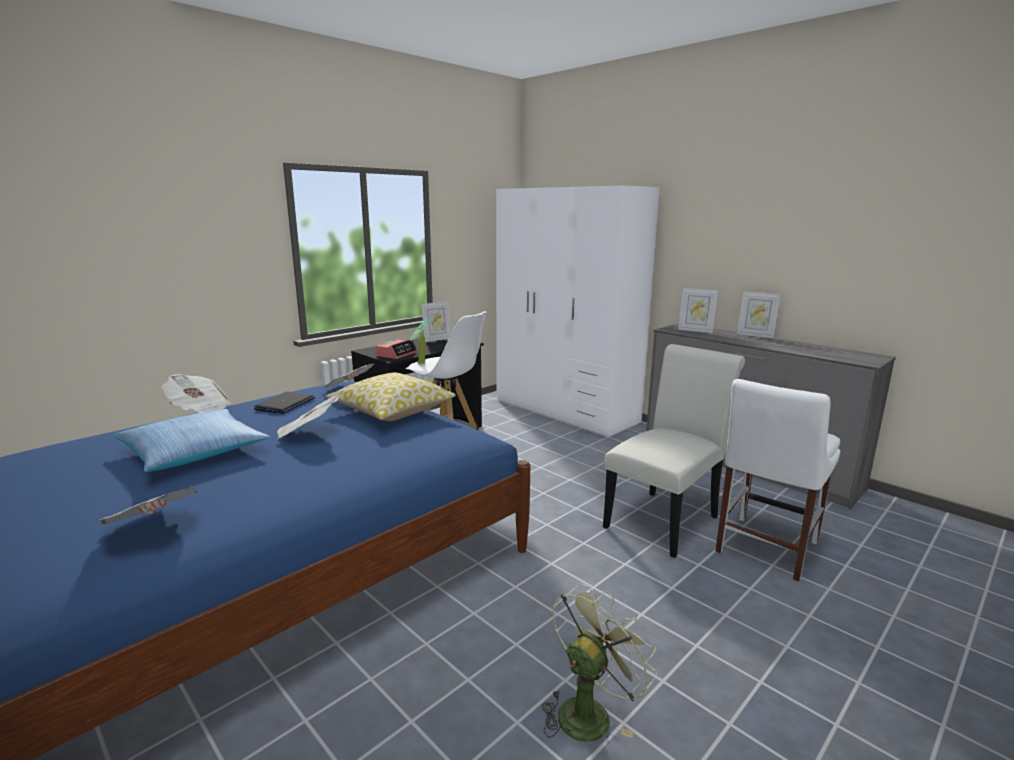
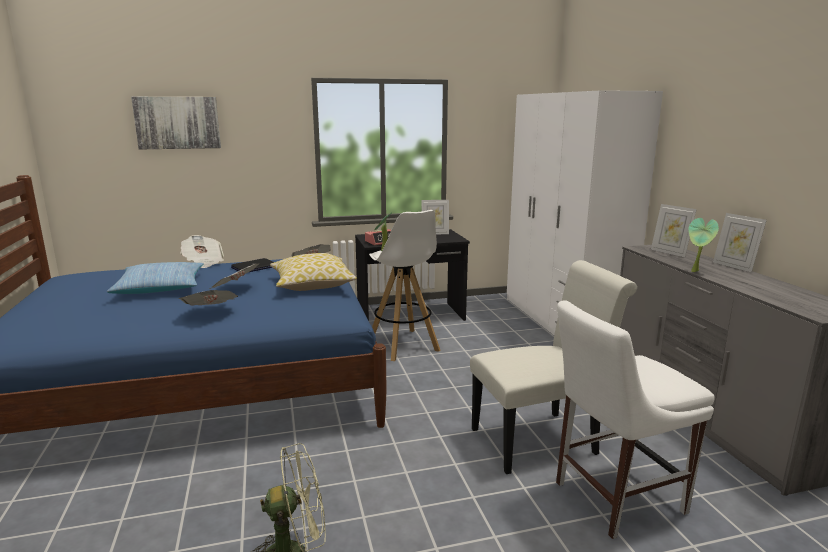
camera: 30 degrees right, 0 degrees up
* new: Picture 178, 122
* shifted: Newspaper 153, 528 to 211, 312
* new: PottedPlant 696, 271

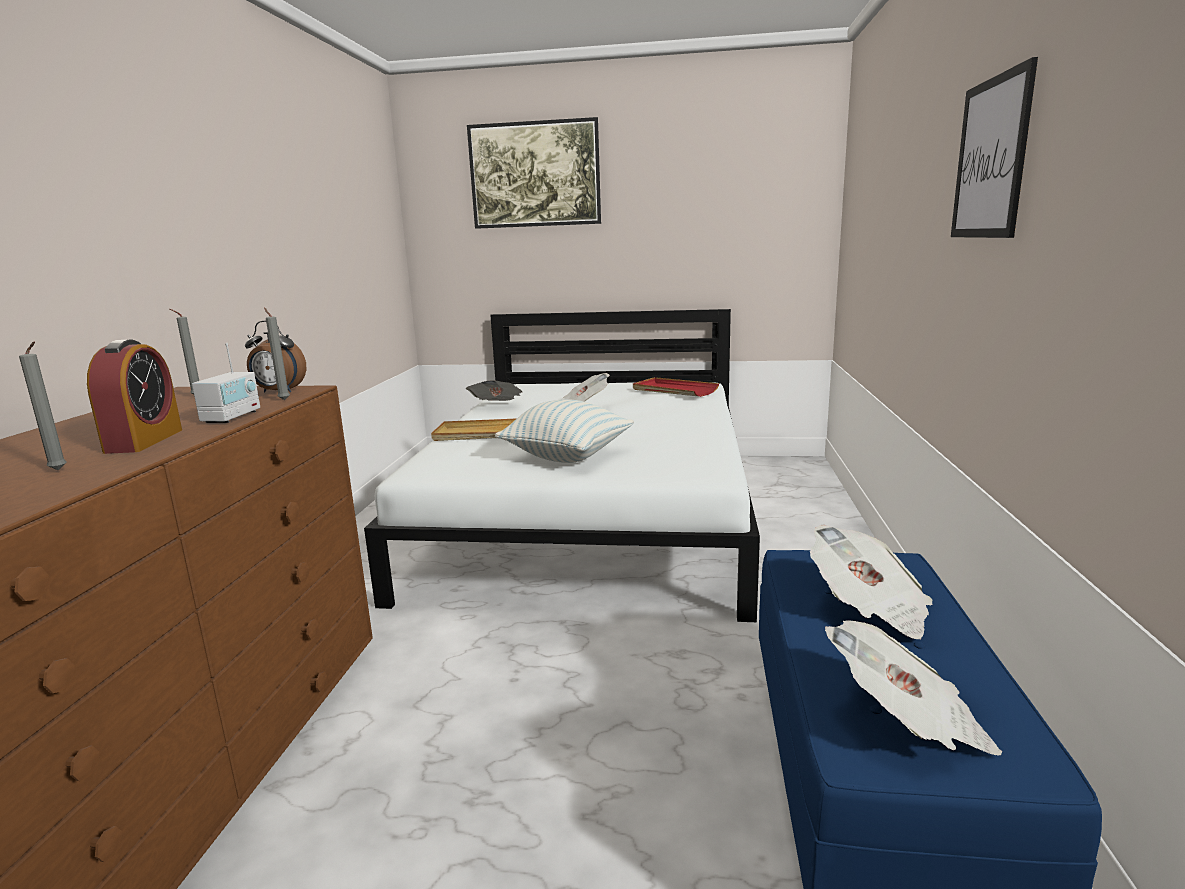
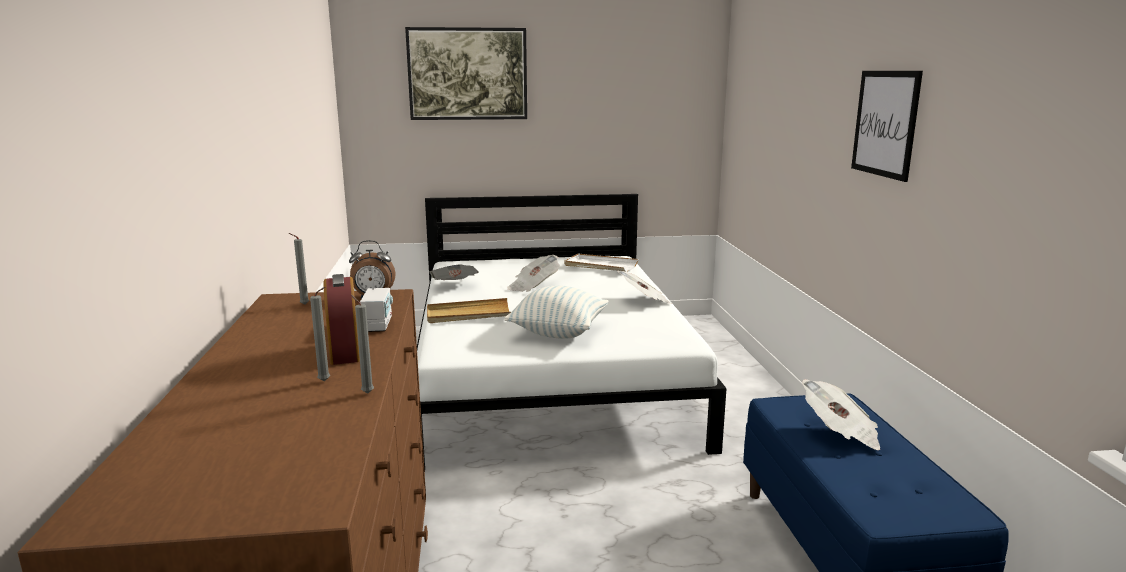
camera: 15 degrees left, 0 degrees up
* shifted: GreyCandle 283, 400 to 366, 393
* repainted: RedTray 674, 390 to WhiteTray 600, 265
* shifted: Newspaper 907, 722 to 644, 301

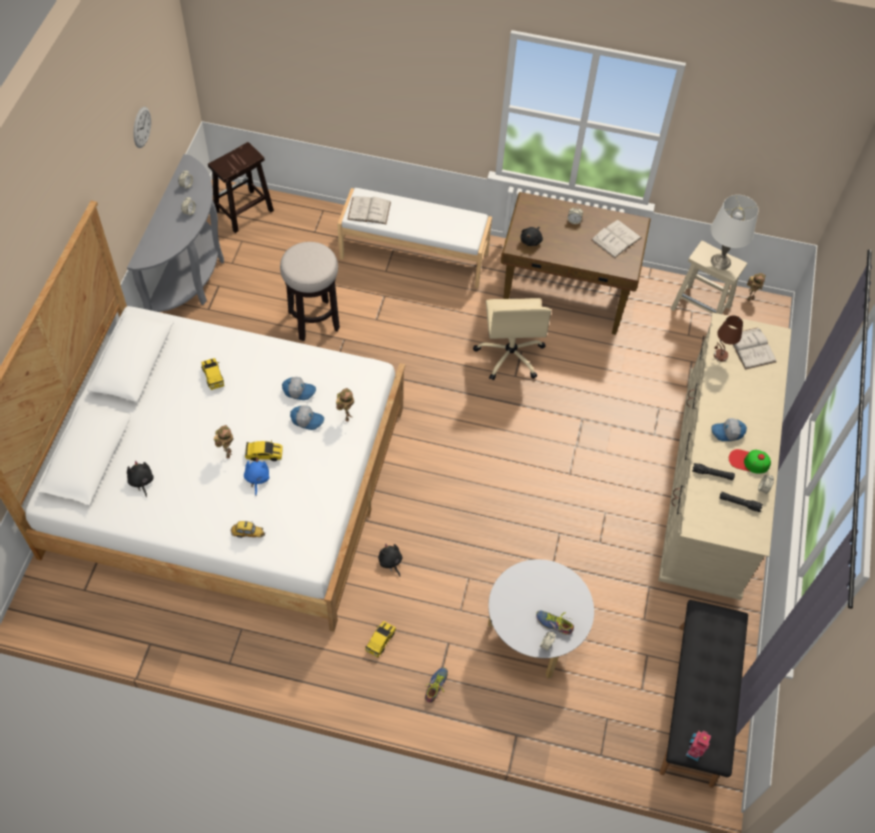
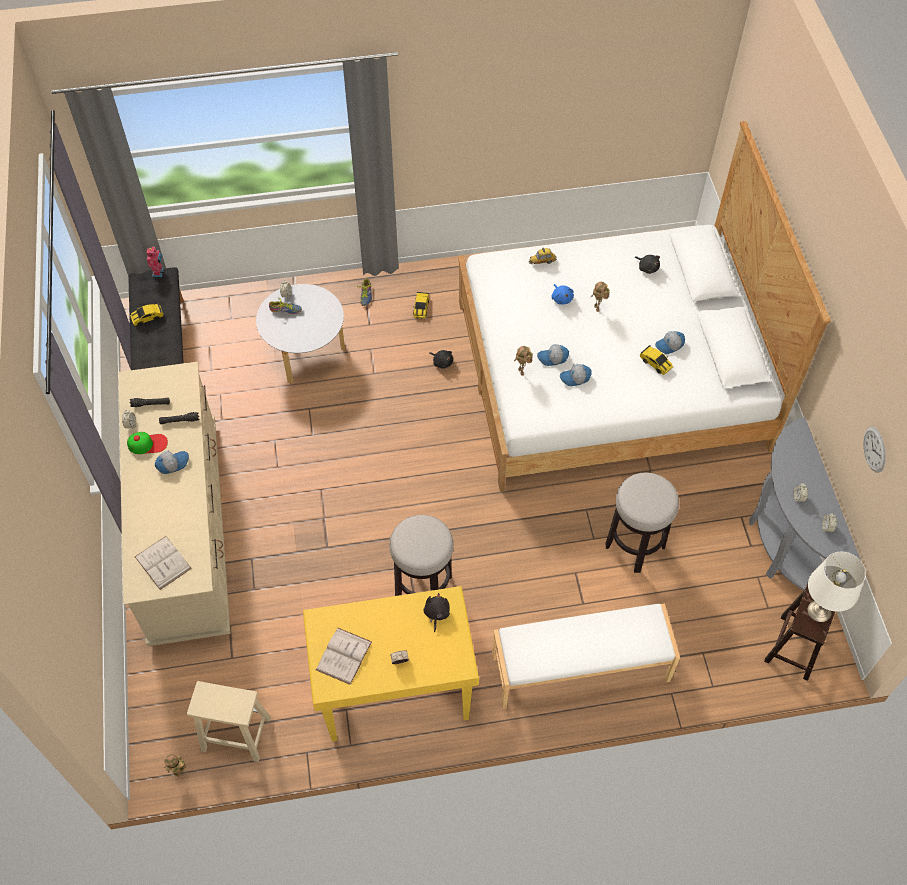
camera: 160 degrees right, 0 degrees up
* shifted: ToyCar 264, 454 to 147, 317
* repainted: BrownDesk 566, 295 to YellowDesk 393, 687
* swapped: BeigeOfficeChair 510, 355 to Stool 423, 587
* new: Cap 669, 345
* shifted: WhiteTableLamp 721, 261 to 819, 611
* gone: WhiteBook 369, 210
* gone: BrownTableLamp 720, 355

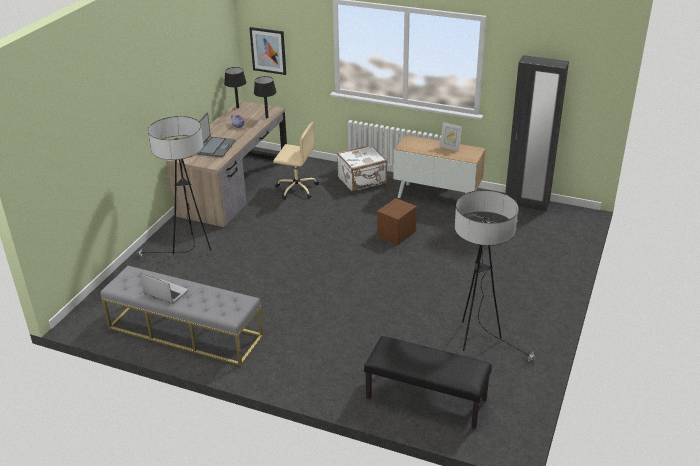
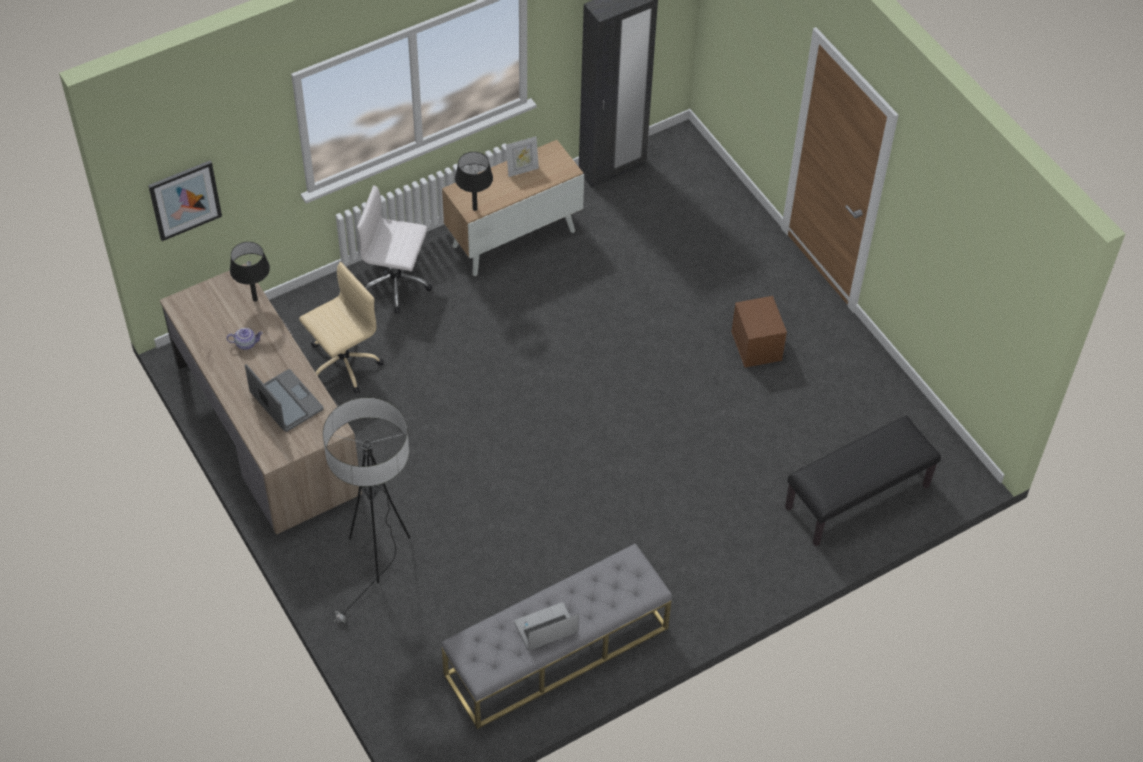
camera: 55 degrees left, 20 degrees up
* swapped: WhiteSuitcase 362, 181 to WhiteOfficeChair 397, 283
* shifted: BlackTableLamp 237, 107 to 475, 208
* shifted: BrownStorageBox 396, 234 to 757, 346
* gone: FloorLamp 478, 340

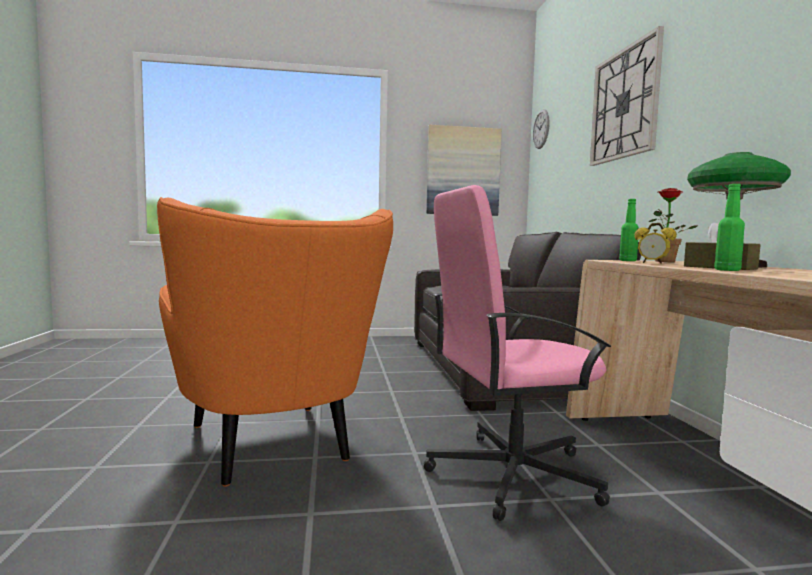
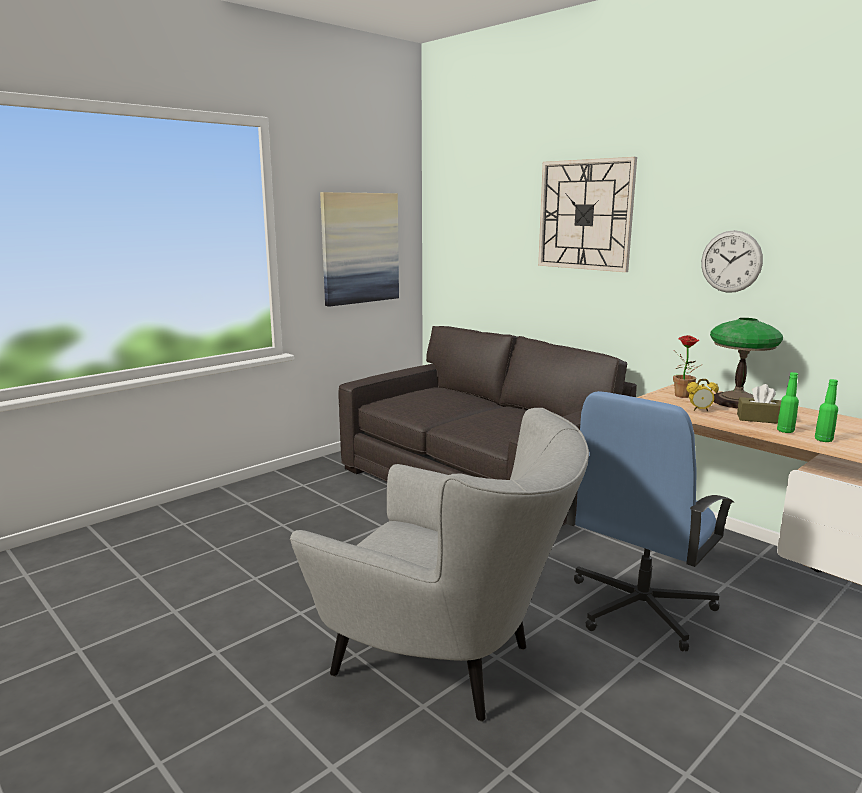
camera: 35 degrees left, 10 degrees up
* repainted: OrangeArmchair 274, 447 to GreyArmchair 447, 663
* repainted: PinkOfficeChair 510, 474 to BlueOfficeChair 639, 608
* shifted: WallClock 541, 129 to 731, 261
* shifted: GreenBottle 627, 261 to 823, 440

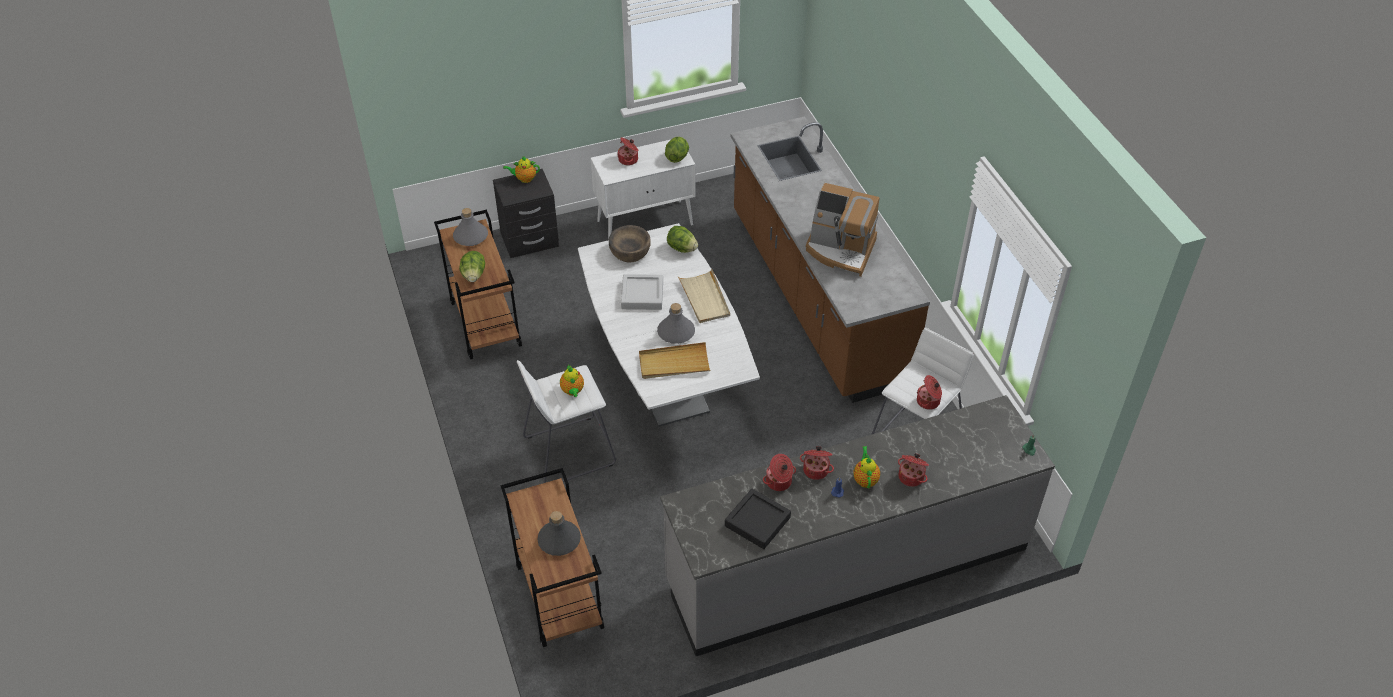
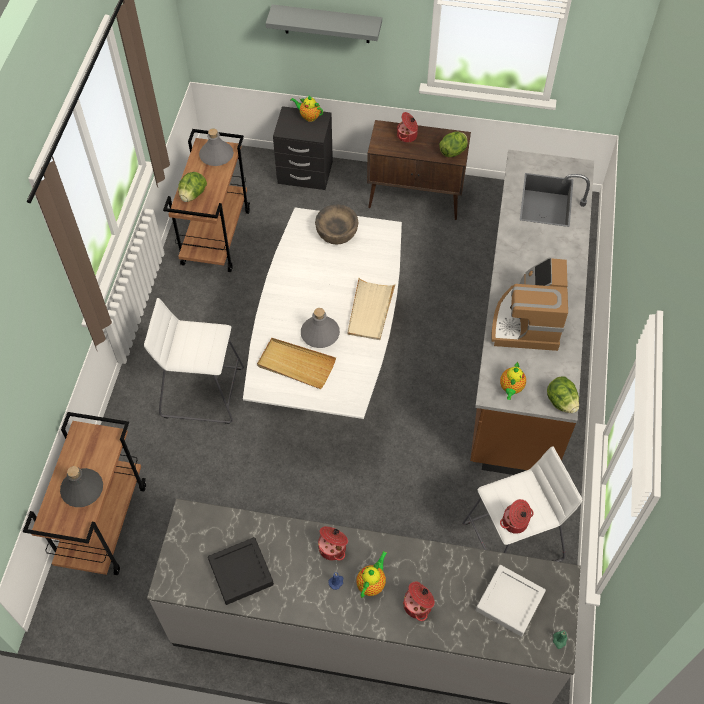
camera: 30 degrees right, 10 degrees up
* new: GreyShelf 327, 24
* repainted: WhiteCabinet 646, 223 to BrownCabinet 416, 199
* shifted: GreyTray 642, 295 to 509, 602
* rotated: CoffeeMachine 840, 250 = 526, 321 45 degrees clockwise
* shifted: Teapot 572, 391 to 511, 388
* shifted: Lettuce 682, 248 to 561, 402
* gone: CookingPot 779, 482

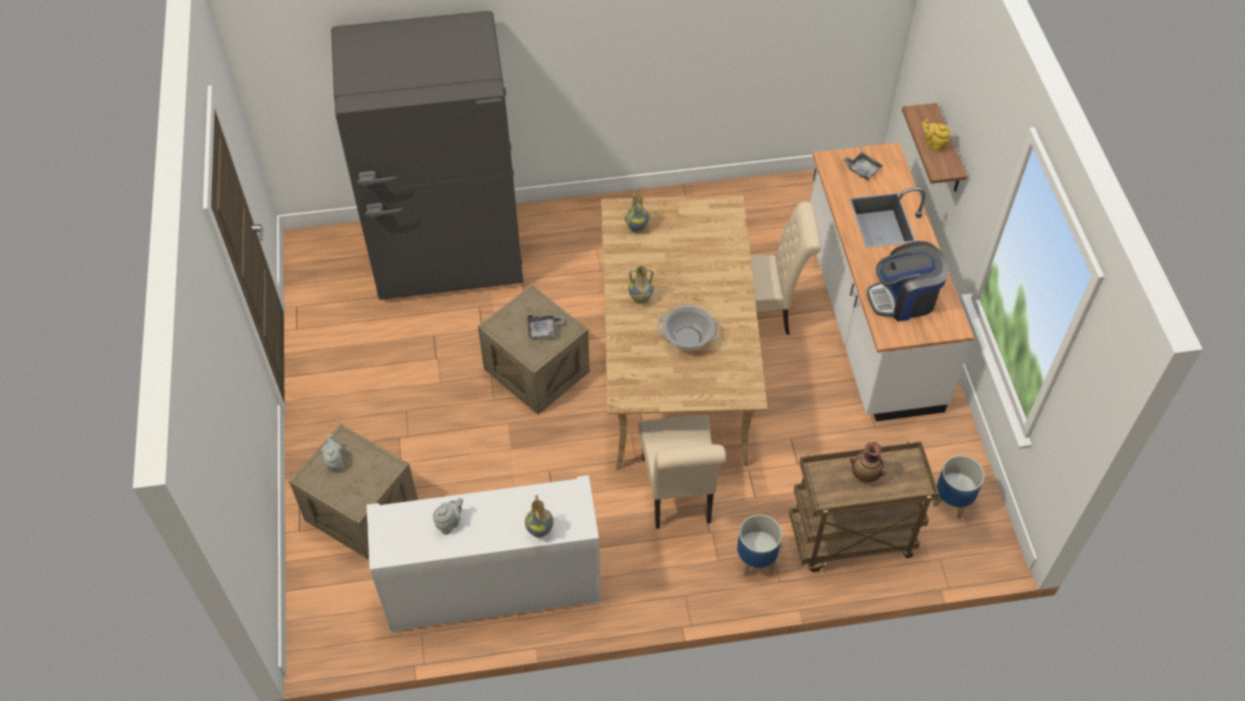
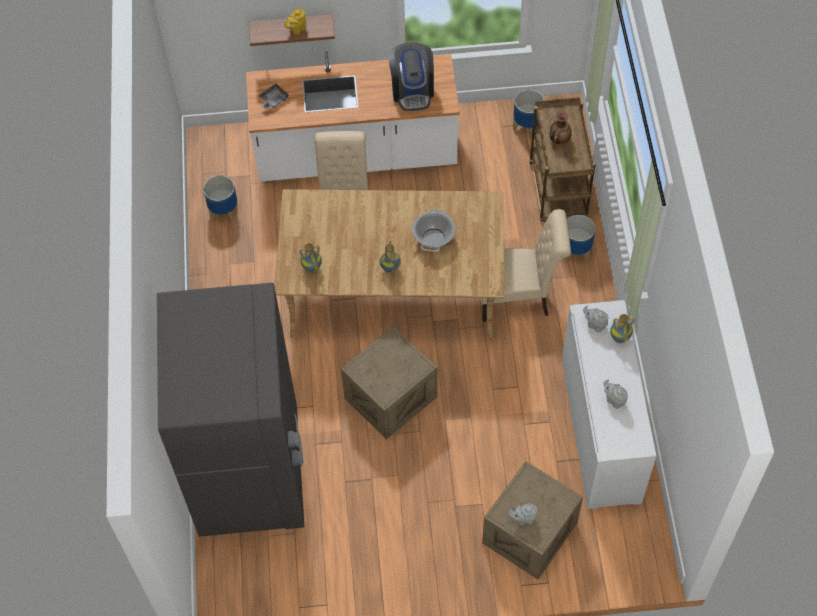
camera: 85 degrees left, 5 degrees up
* new: Planter 224, 212
* new: GreyTeapot 595, 324
* gone: GreyTray 544, 330

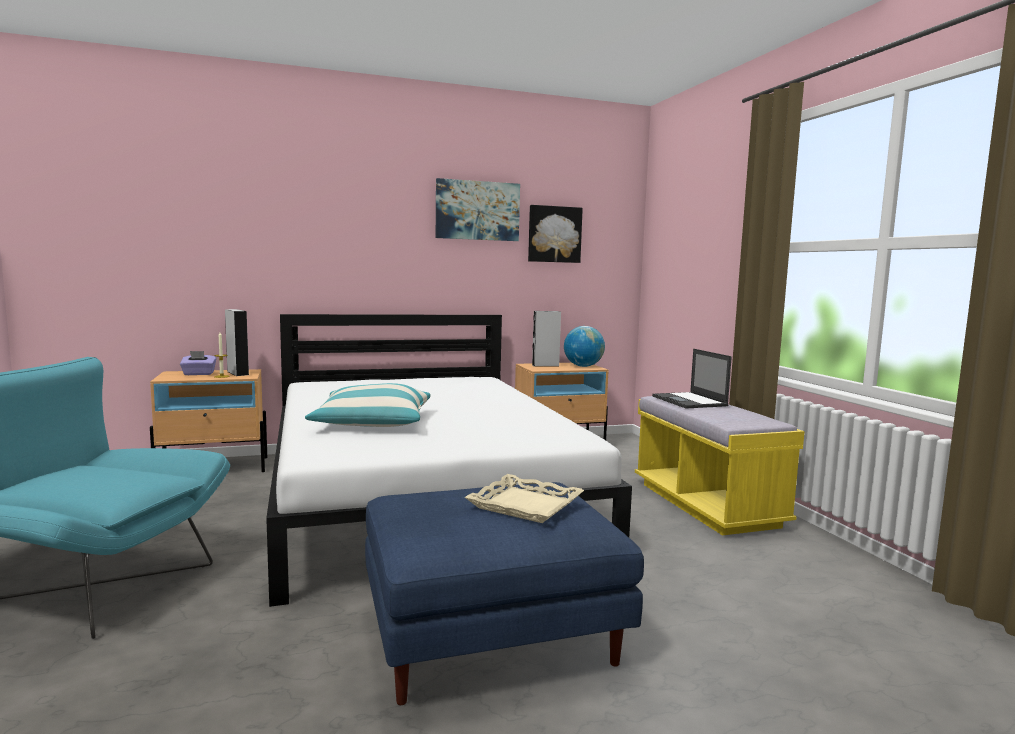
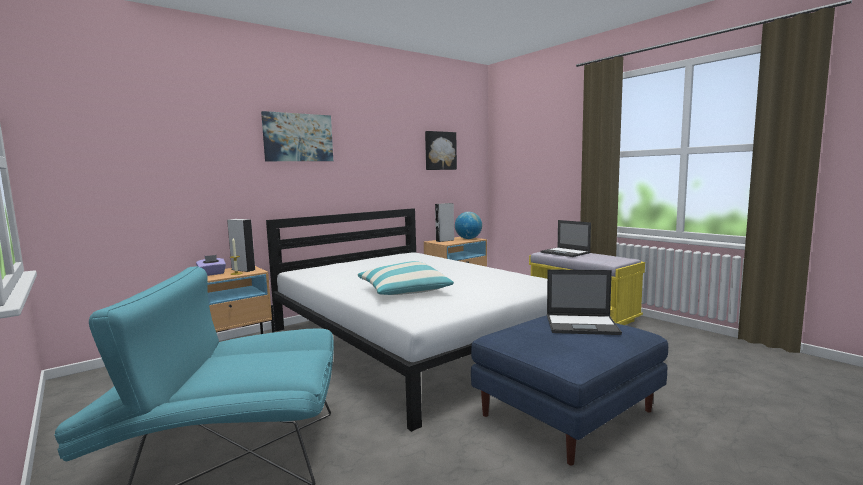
camera: 20 degrees left, 0 degrees up
* shifted: Picture 477, 210 to 298, 137
* swapped: BeigeTray 526, 505 to Laptop 582, 325

